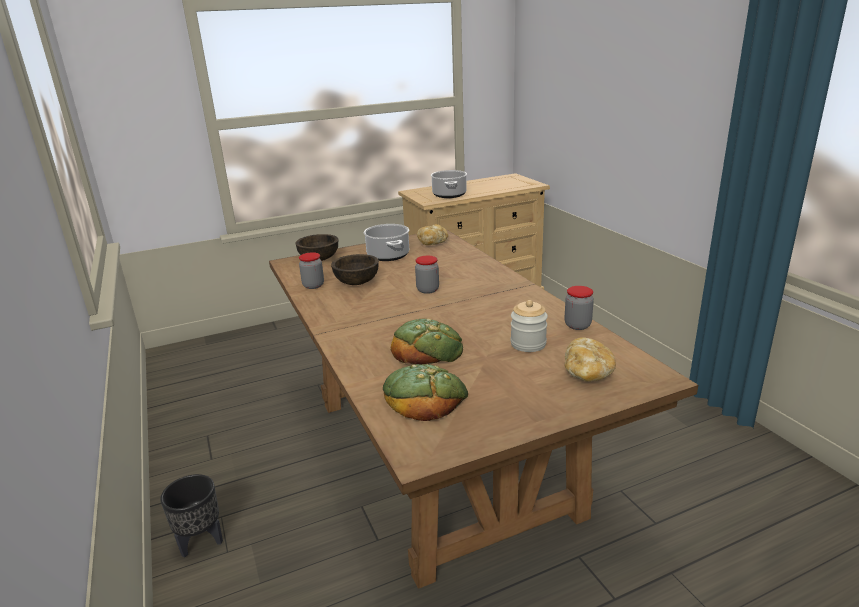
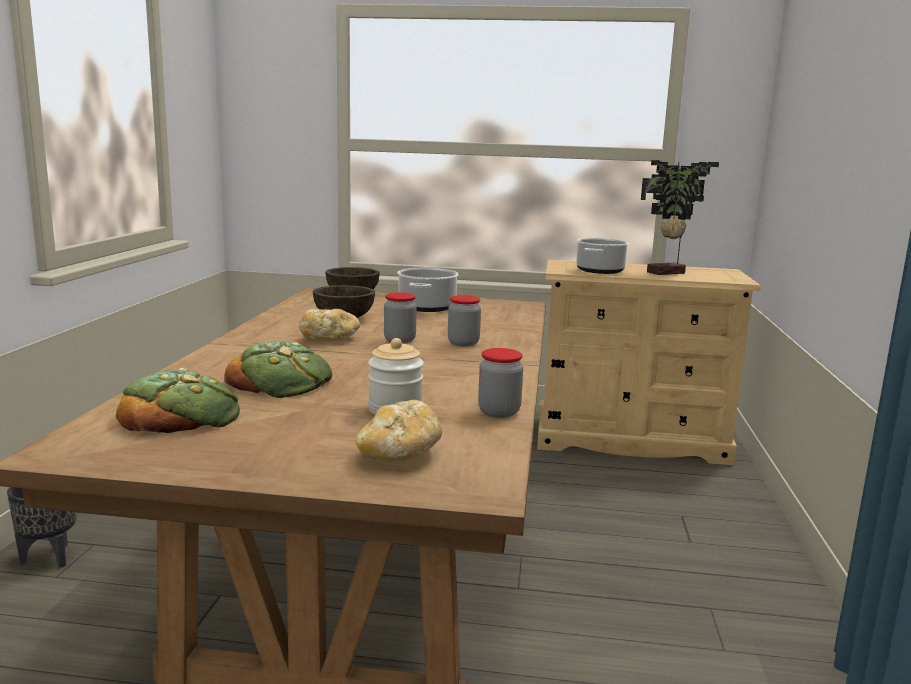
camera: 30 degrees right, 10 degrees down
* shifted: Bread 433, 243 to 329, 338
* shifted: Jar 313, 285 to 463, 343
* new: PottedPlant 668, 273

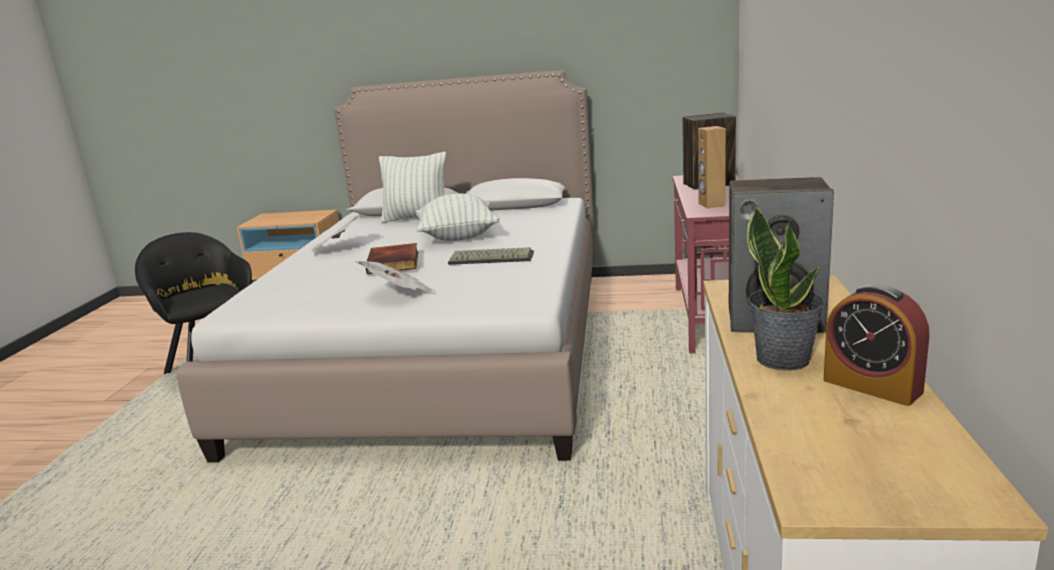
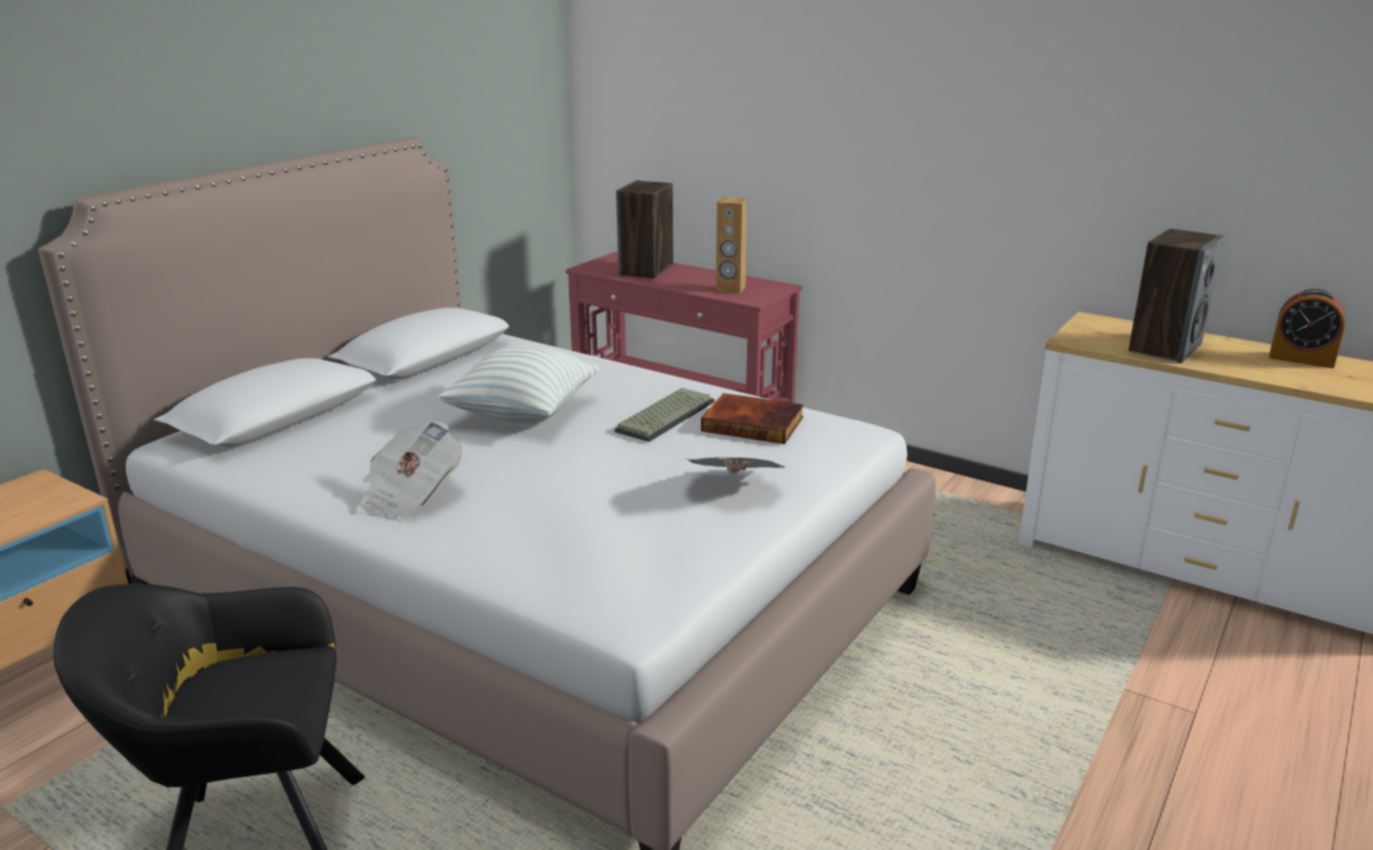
camera: 65 degrees left, 5 degrees up
* shifted: Book 395, 262 to 754, 423
* rotated: AlarmClock 872, 386 = 1301, 359 45 degrees clockwise
* gone: Pillow 417, 218
* gone: PottedPlant 783, 359

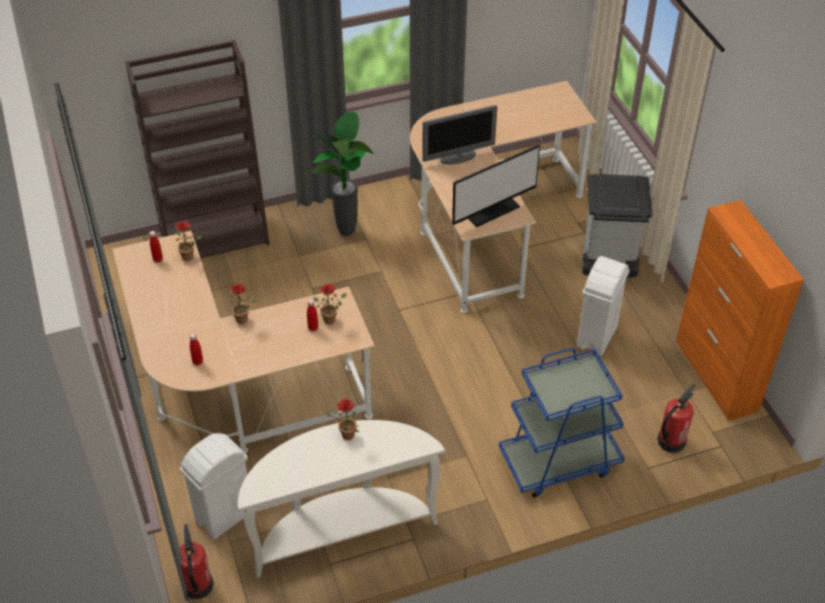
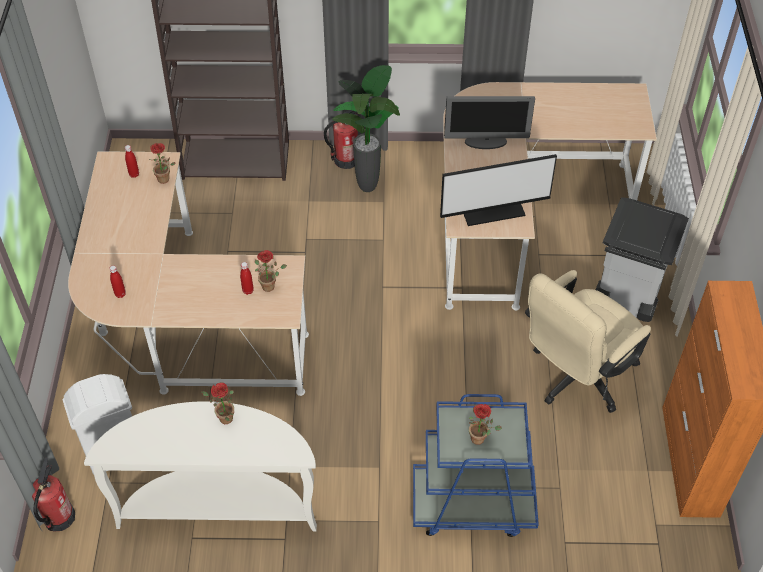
camera: 20 degrees right, 5 degrees up
* shifted: FireExtinguisher 670, 441 to 345, 160
* shifted: PottedPlant 244, 319 to 480, 439
* swapped: WhiteTrashCan 596, 337 to BeigeOfficeChair 575, 377

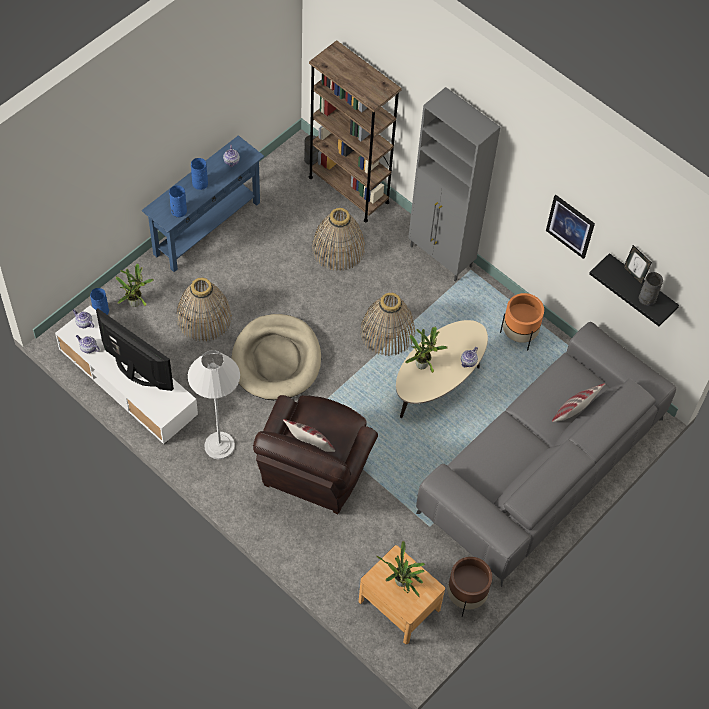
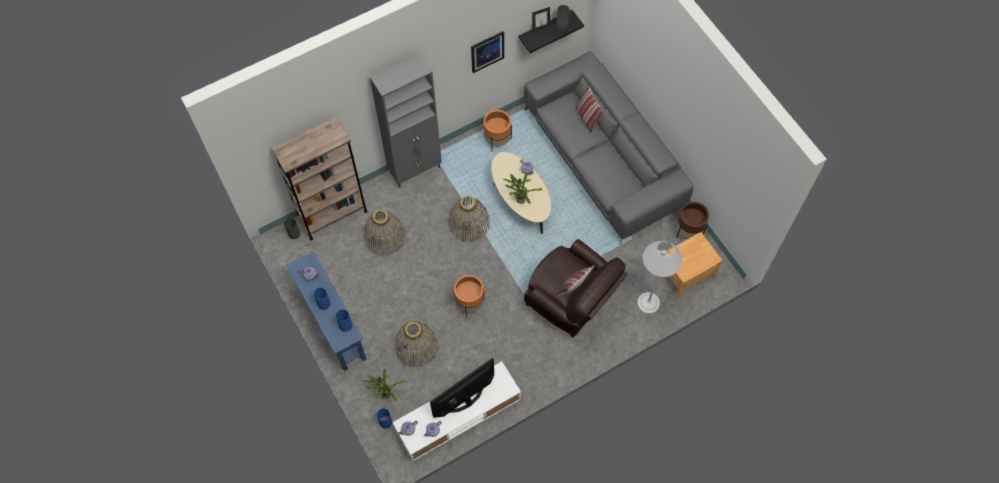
camera: 70 degrees left, 5 degrees up
* swapped: BeigeDogBed 276, 360 to OrangePlanter 469, 303
* shifted: WhiteFloorLamp 219, 446 to 648, 303
* gone: PottedPlant 401, 583

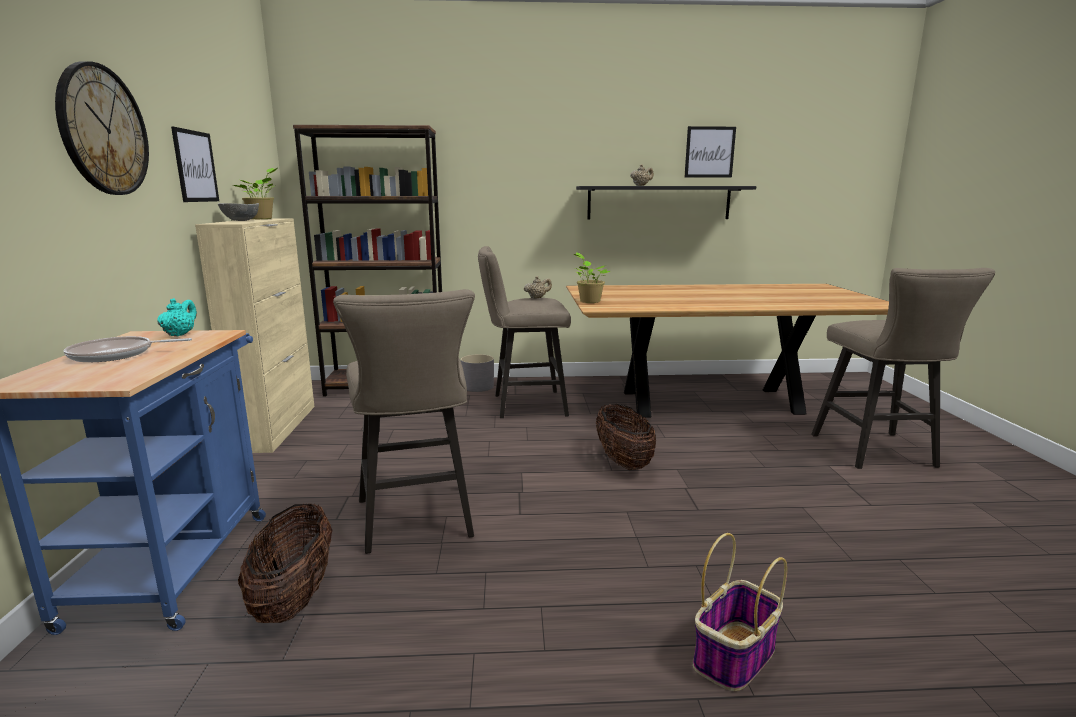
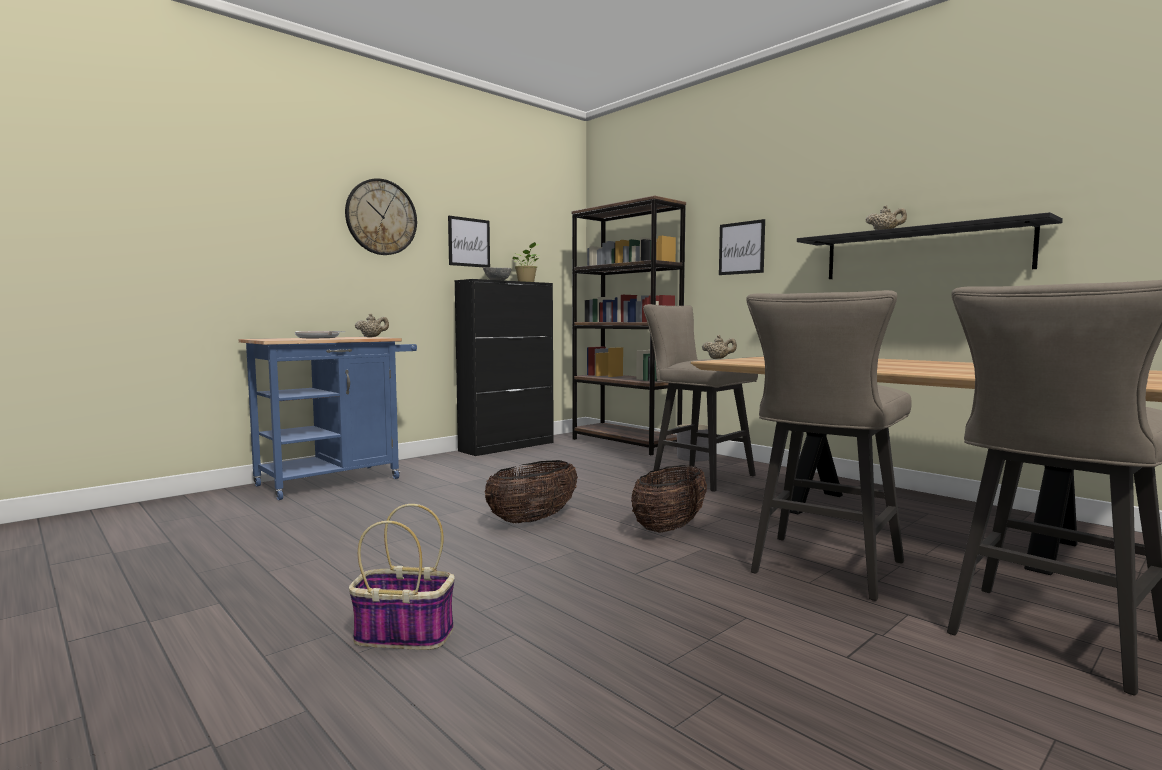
camera: 50 degrees right, 10 degrees down
* repainted: TurquoiseTeapot 180, 334 to BeigeTeapot 372, 337
* repainted: BeigeCabinet 277, 427 to BlackCabinet 508, 446
* shifted: Basket 294, 597 to 533, 520
* shifted: Picture 709, 152 to 741, 248
* shifted: BeigeStool 417, 522 to 822, 570
* gone: PottedPlant 589, 301

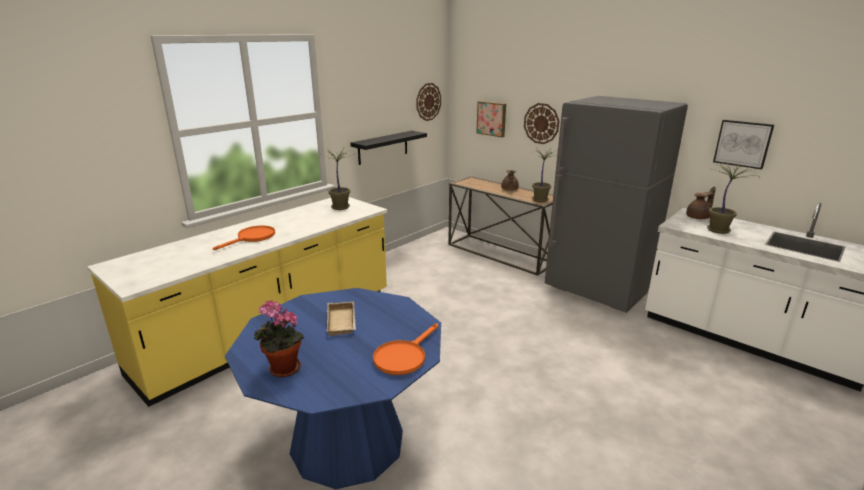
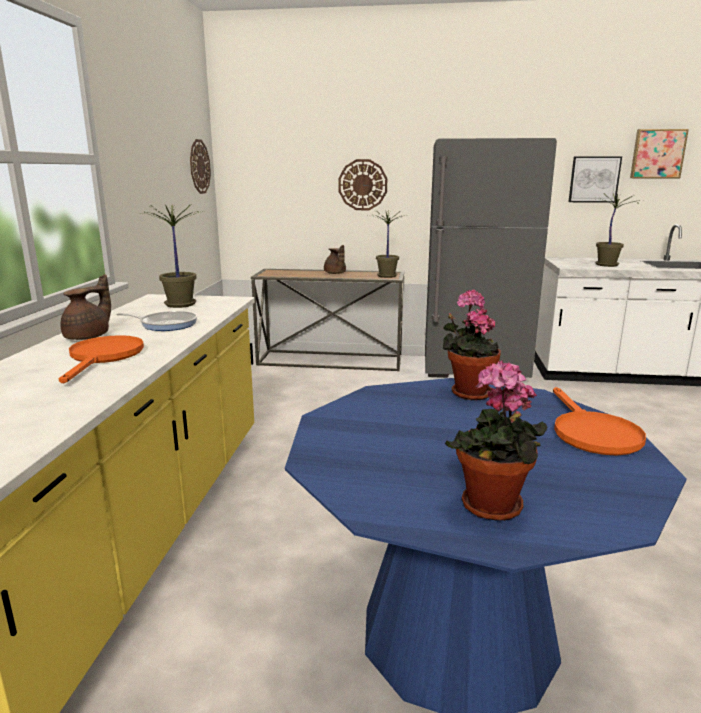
camera: 35 degrees left, 5 degrees down
* shifted: BrownTeapot 698, 217 to 89, 336
* new: FryingPan 166, 324
* new: PottedPlant 468, 392
* shifted: Picture 492, 118 to 657, 154
* gone: BeigeTray 343, 322
* gone: BlackShelf 383, 147

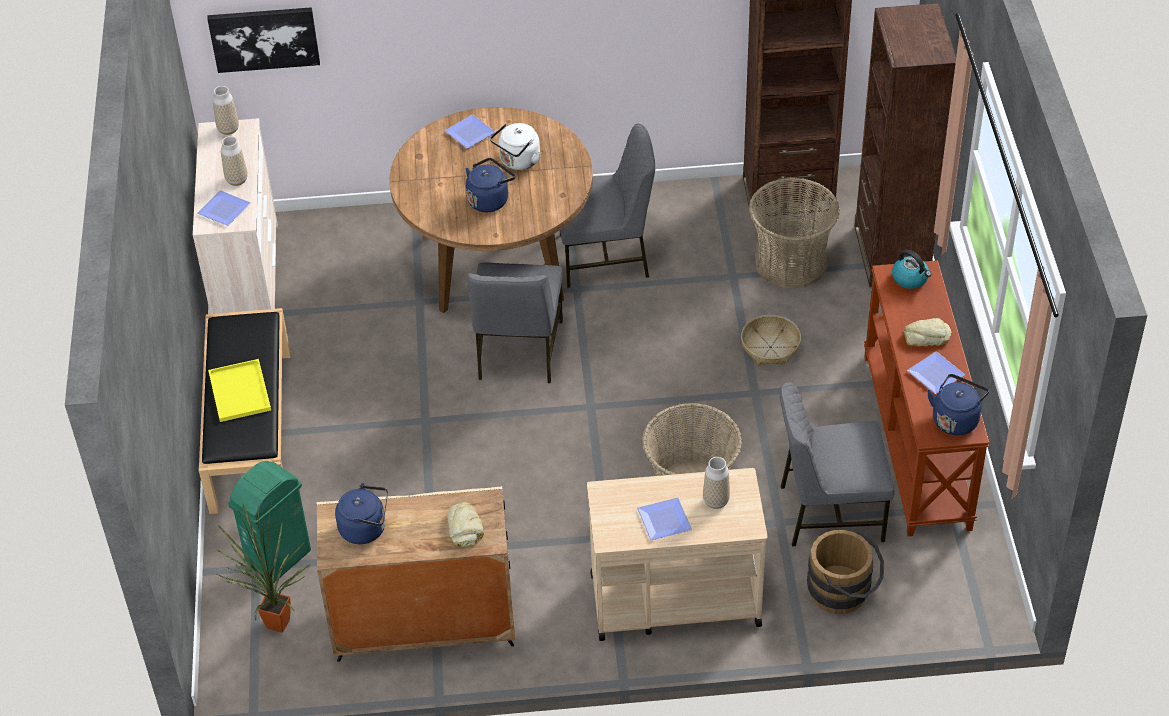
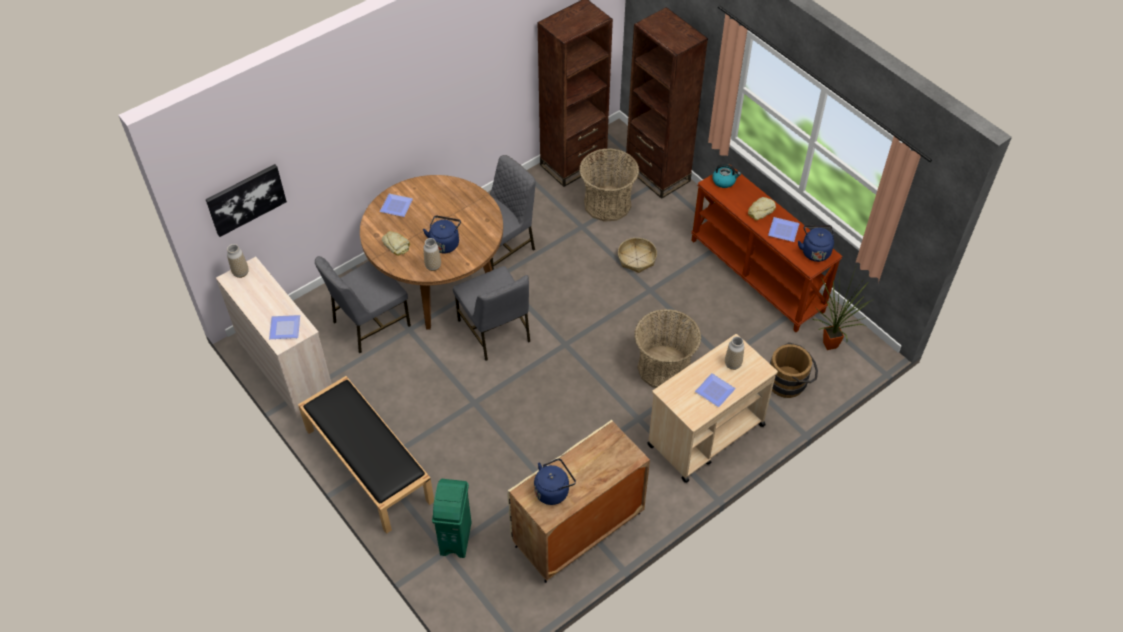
camera: 35 degrees left, 5 degrees up
* shifted: GreyChair 829, 511 to 369, 323
* shifted: Bread 465, 528 to 396, 245
* shifted: Vase 237, 180 to 433, 266
* shifted: PottedPlant 276, 627 to 830, 347
* gone: YellowTray 238, 390
* gone: WhiteKettle 518, 161

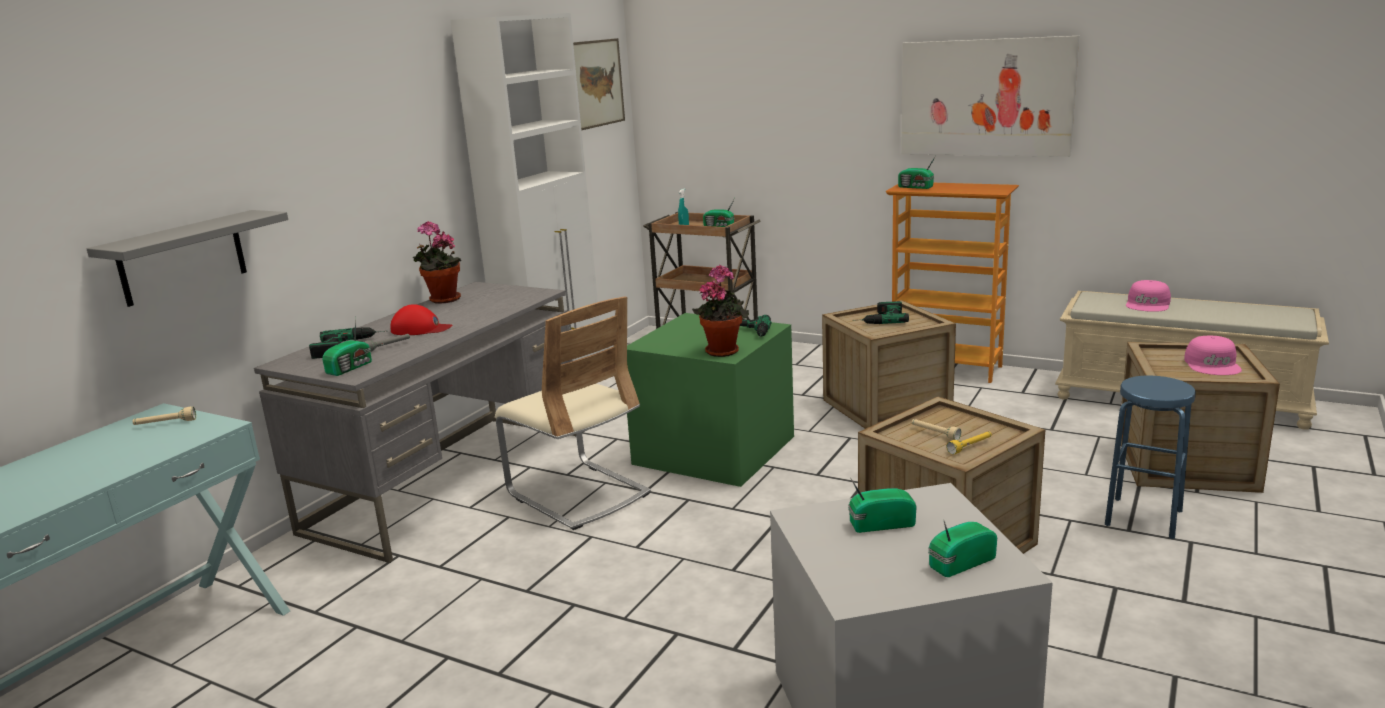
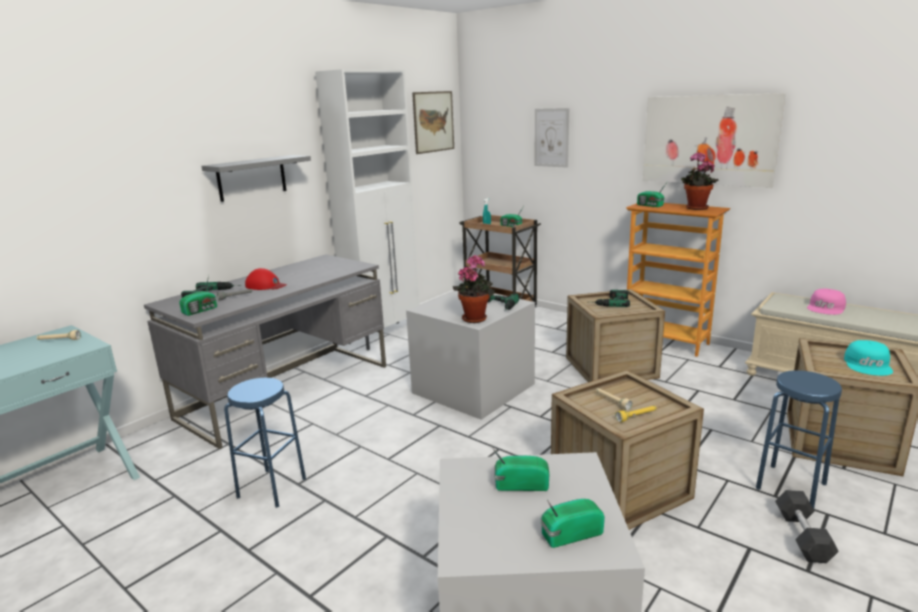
camera: 10 degrees right, 0 degrees up
* shifted: GreyShelf 182, 258 to 252, 178
* new: BlueStool 271, 487
* repainted: GreenStorageBox 717, 449 to GreyStorageBox 475, 388
* new: Picture 551, 137
* shifted: PottedPlant 442, 300 to 695, 208
* new: GreyDumbbell 802, 536
* repainted: PinkCap 1213, 365 to TurquoiseCap 868, 365
* gone: BeigeChair 578, 494

